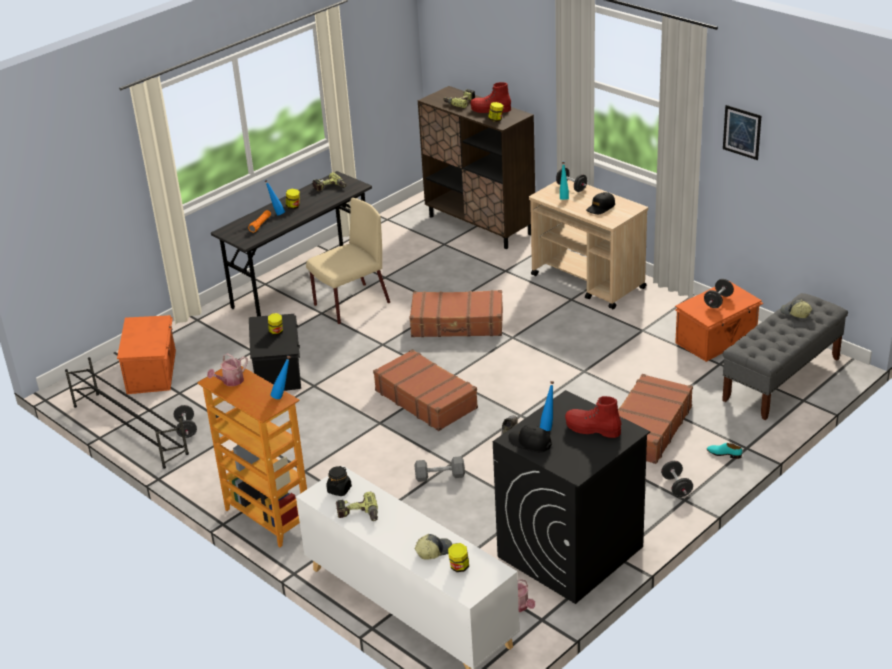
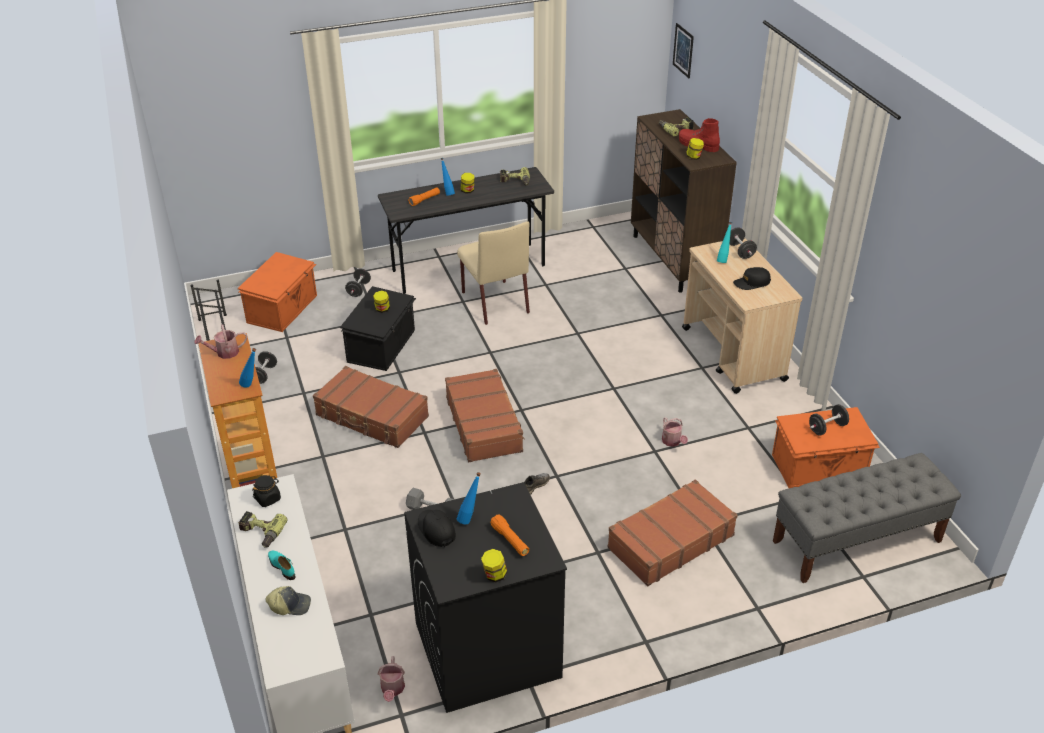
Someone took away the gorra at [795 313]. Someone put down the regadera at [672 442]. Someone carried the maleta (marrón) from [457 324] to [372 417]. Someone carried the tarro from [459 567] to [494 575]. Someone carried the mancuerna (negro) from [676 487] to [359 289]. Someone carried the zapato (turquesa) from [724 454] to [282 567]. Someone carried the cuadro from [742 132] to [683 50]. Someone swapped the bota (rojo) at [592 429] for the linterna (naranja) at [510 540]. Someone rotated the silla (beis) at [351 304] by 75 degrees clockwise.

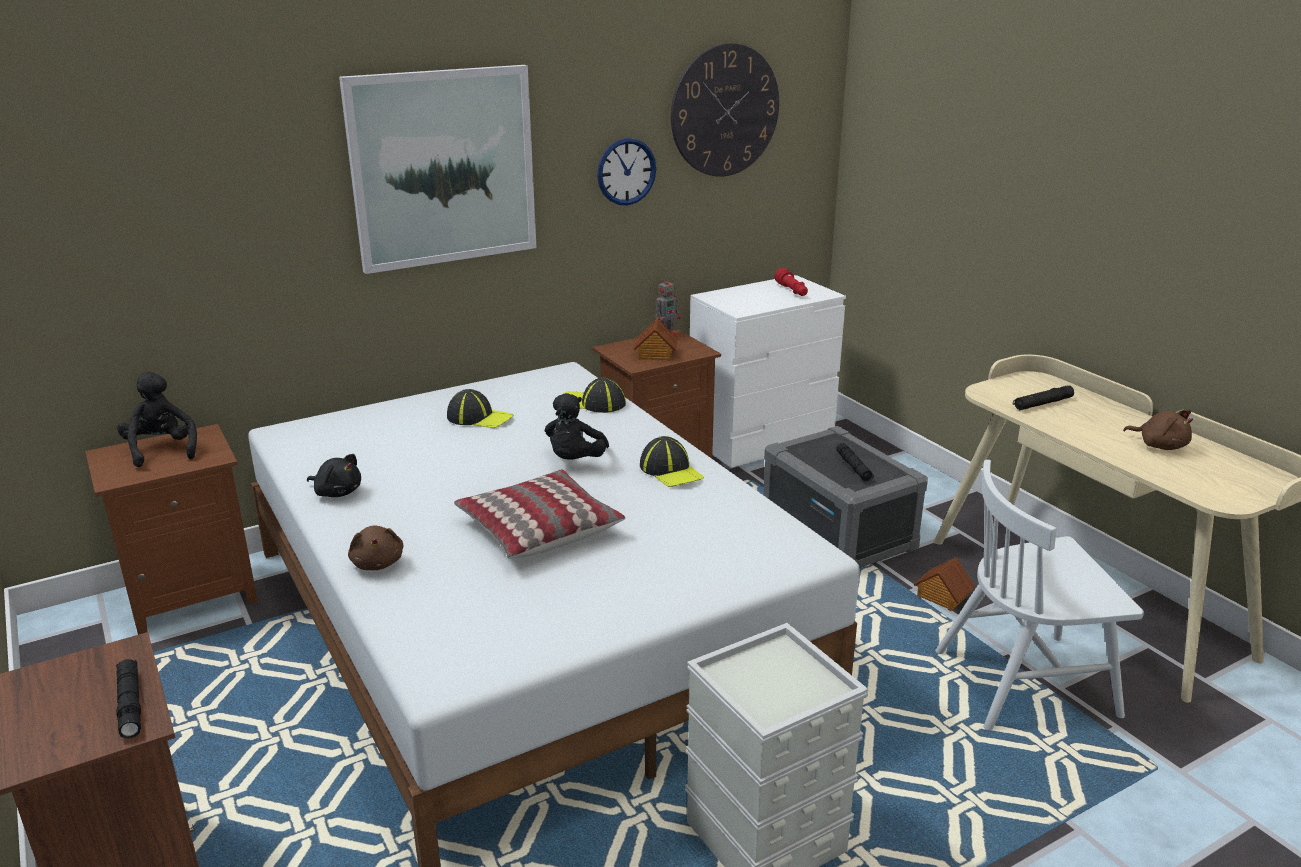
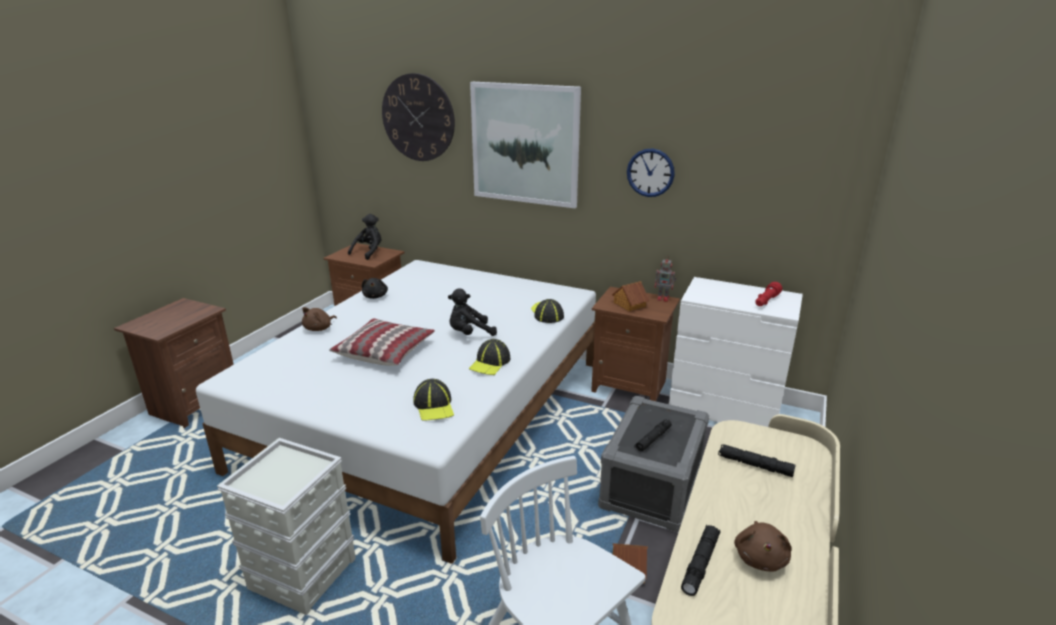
Someone carried the linterna (negro) from [130 704] to [700 563]. Someone carried the gorra from [479 418] to [434 406]. Someone carried the reloj de pared from [725 111] to [418 118].

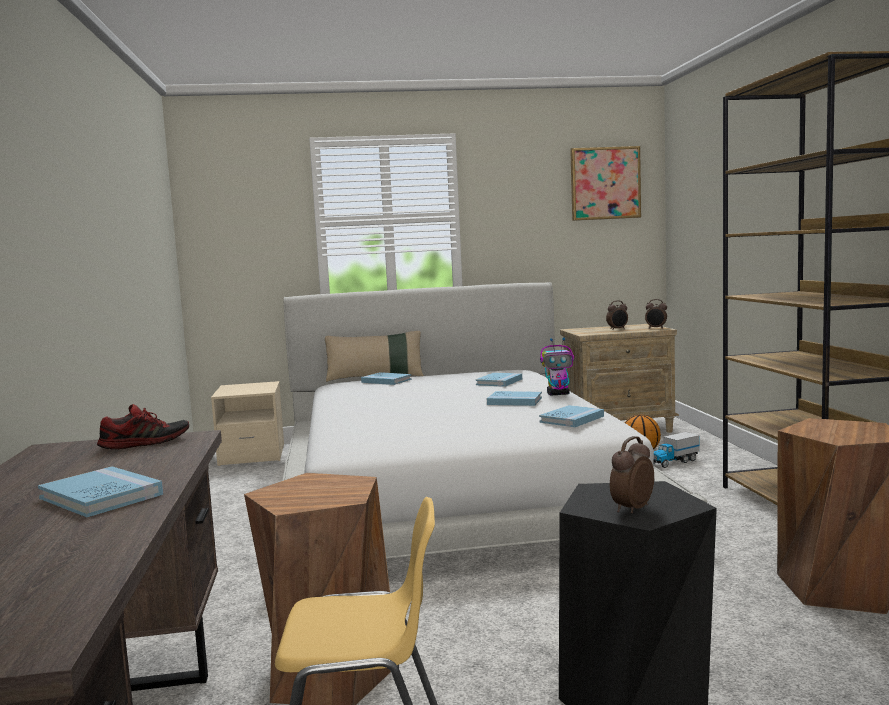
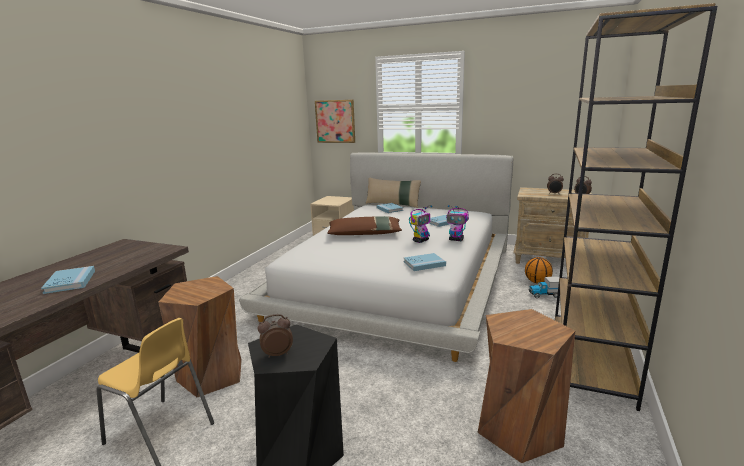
Someone took away the zapato at [145 443]. Someone put down the cojín (marrón) at [365 234]. Someone carried the cuadro from [605 183] to [335 121]. Someone swapped the libro (azul) at [514 401] for the robot de juguete at [421 241].

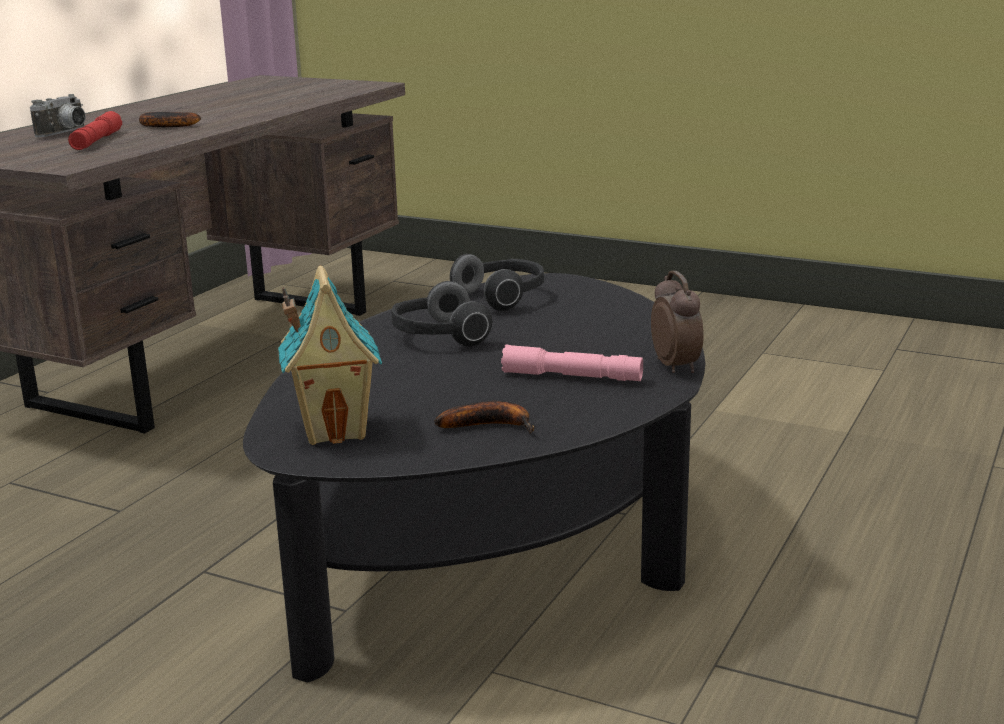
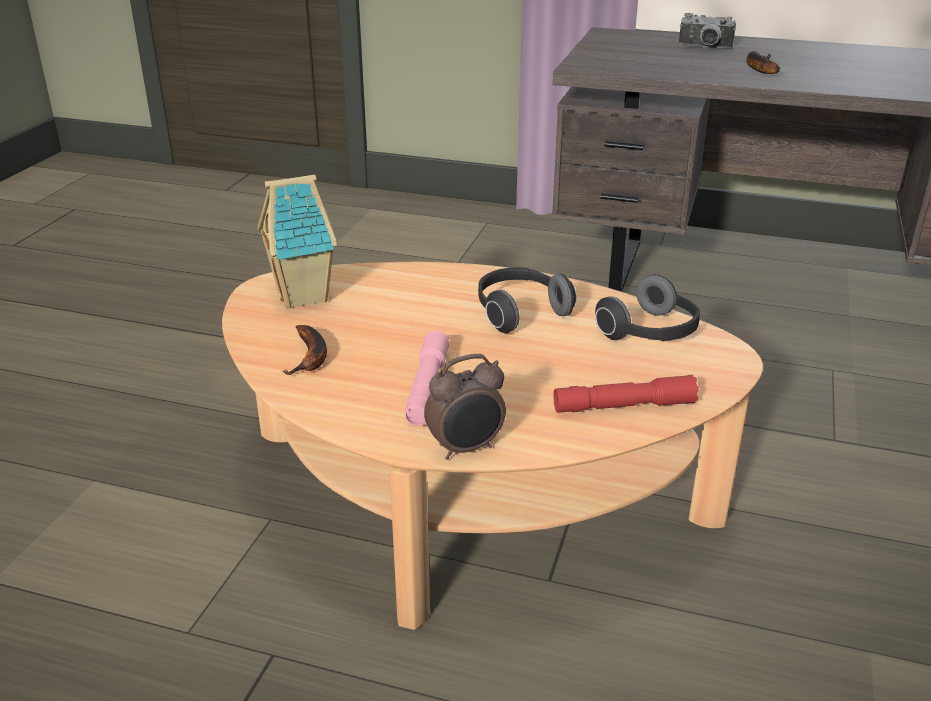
Someone carried the linterna (rojo) from [96 141] to [624 406]. Someone repainted the mesa de centro (negro) at [496 544], which became the mesa de centro (beis) at [468 499].

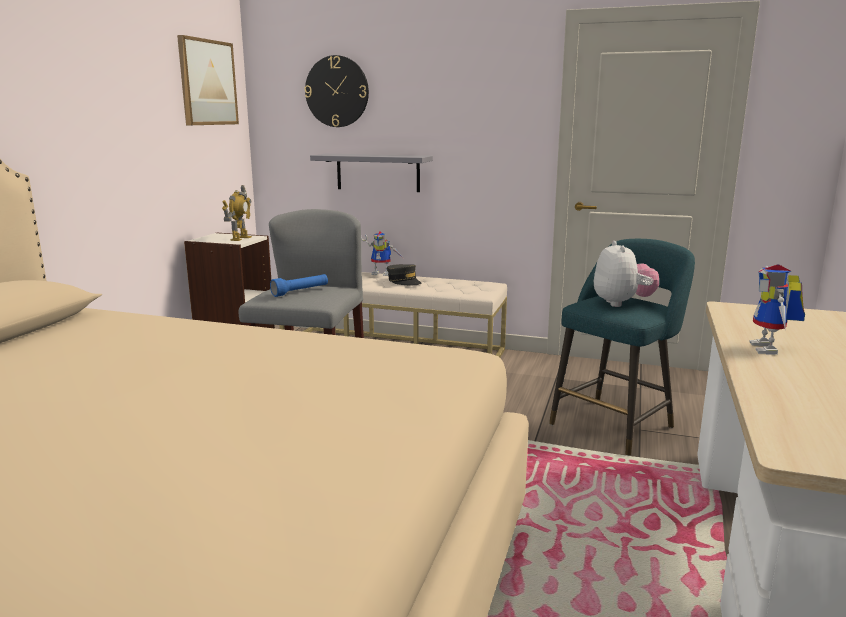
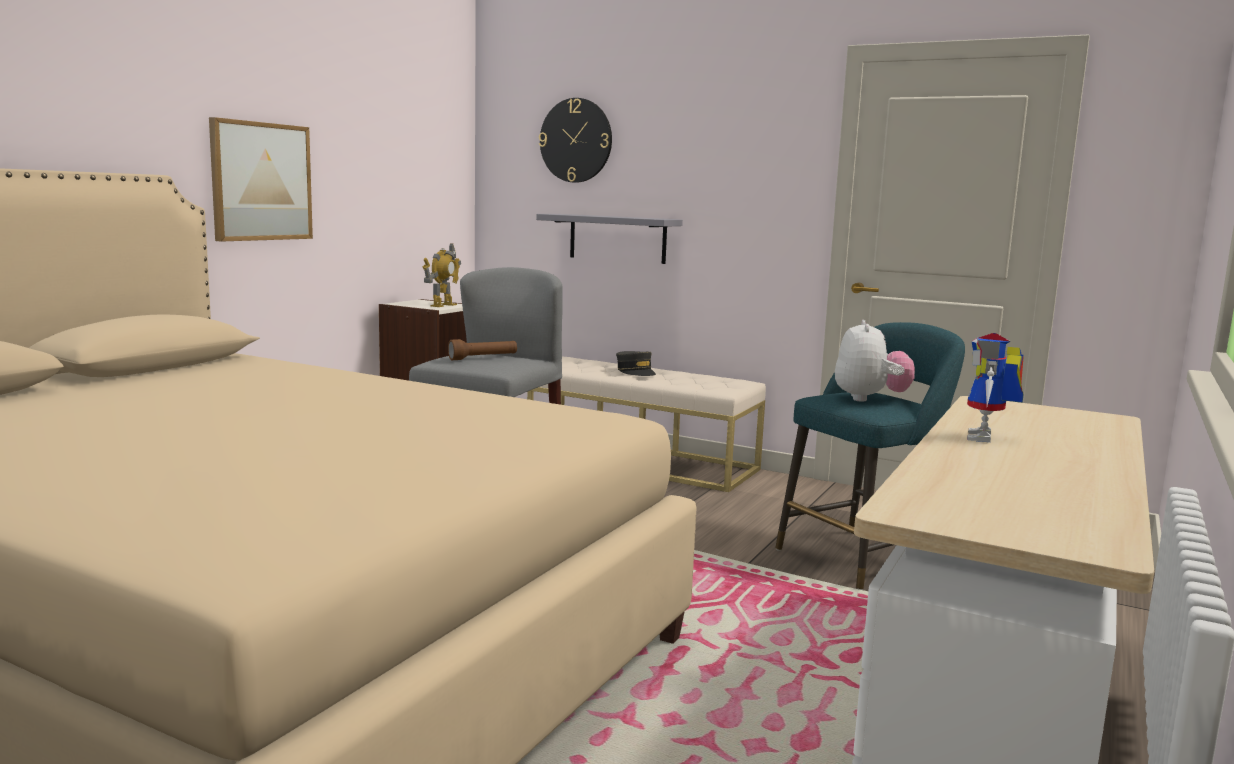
Someone took away the robot de juguete at [383 273]. Someone carried the cuadro from [207 82] to [261 181]. Someone repainted the linterna (azul) at [300 292], which became the linterna (marrón) at [483 358].

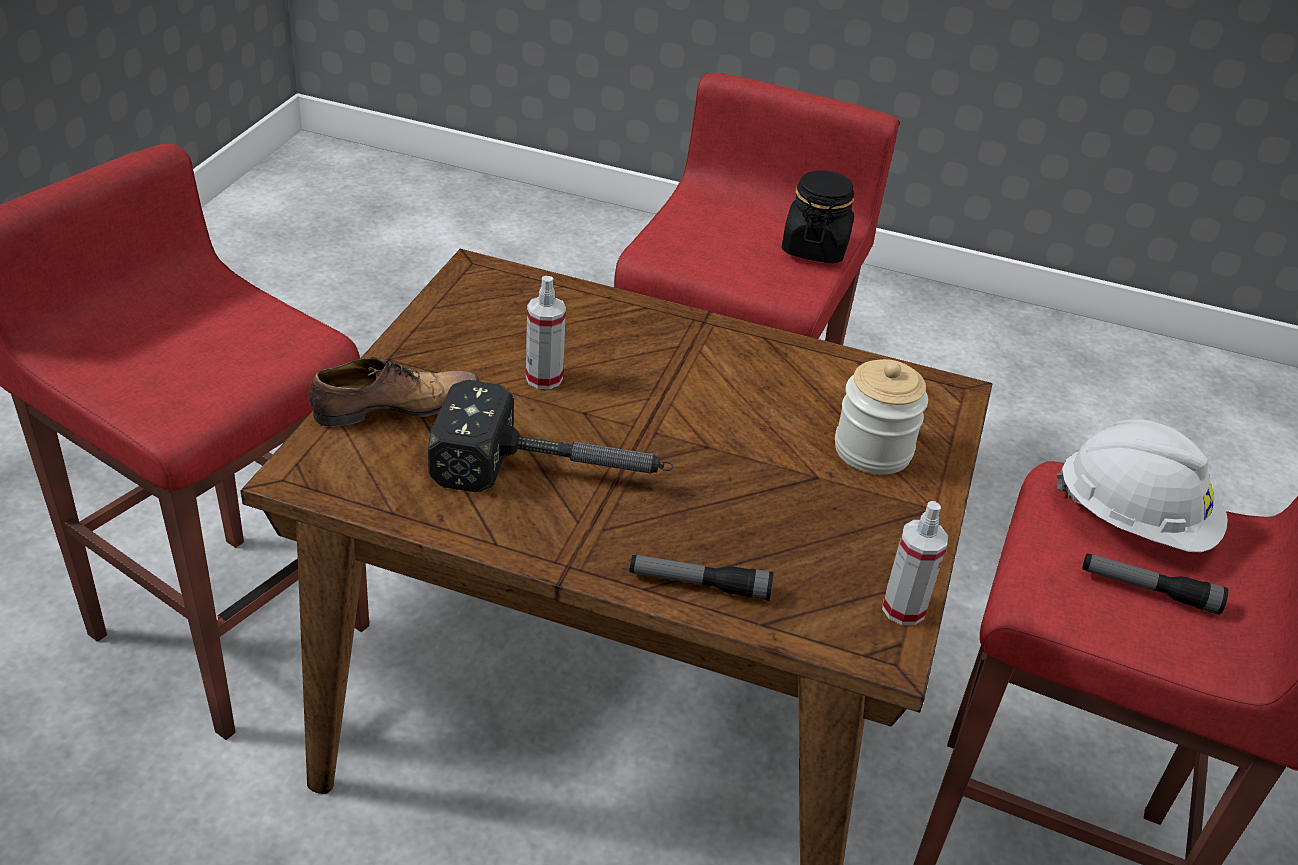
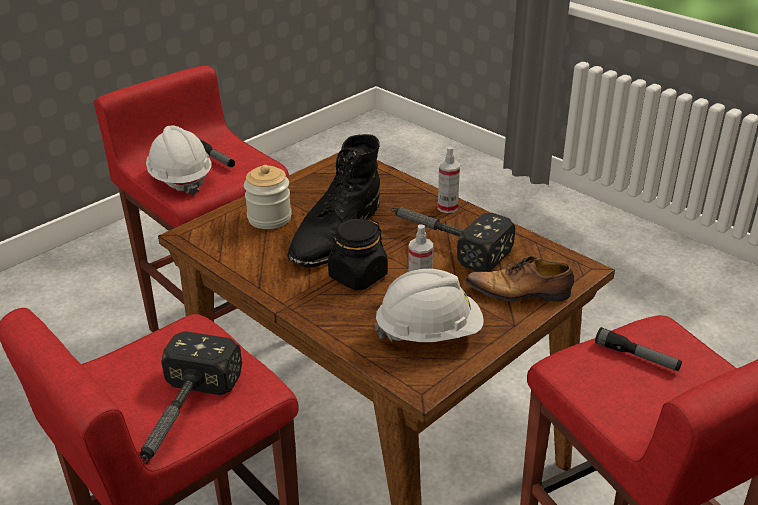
Someone put down the martillo at [181 418]. Someone put down the bota (negro) at [334 234]. Someone put down the casco (blanco) at [429 333]. Someone carried the linterna from [699 585] to [636 356]. Someone carried the tarro (negro) from [814 248] to [358 276]. Someone carried the pulverizador from [903 609] to [447 207].

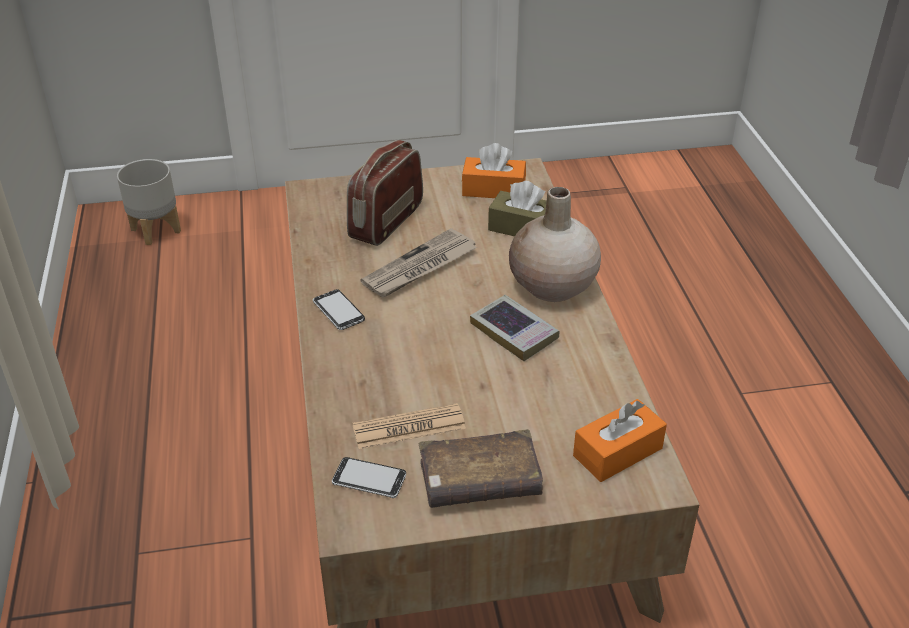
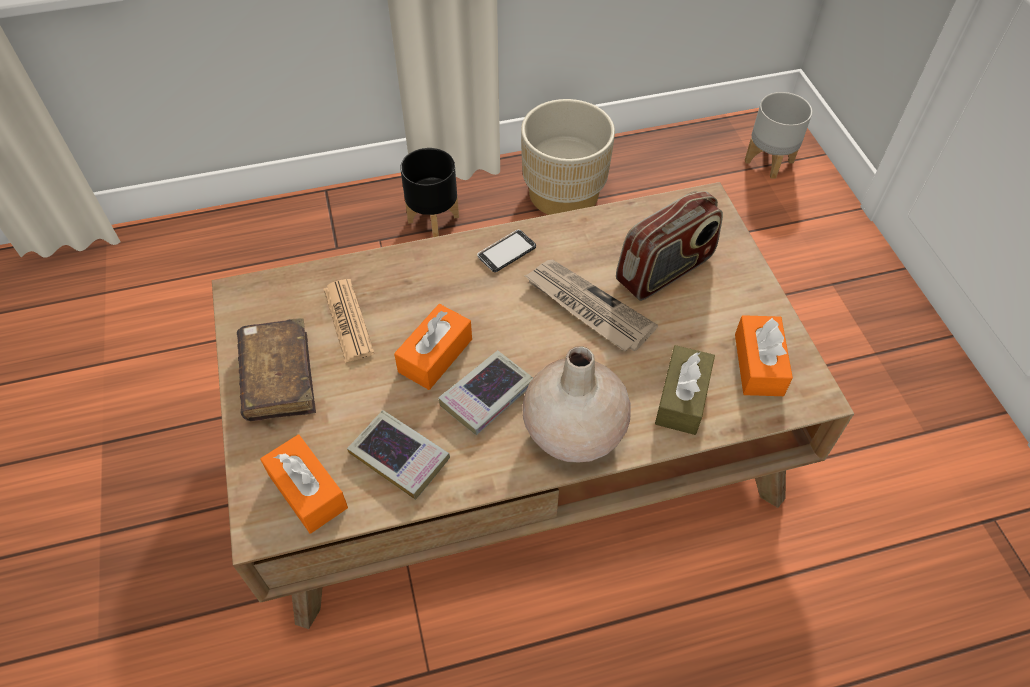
Someone took away the móvil at [369 479]. Someone put down the libro at [399 457]. Someone put down the caja de pañuelos (naranja) at [435 355]. Someone put down the maceta (negro) at [434 218]. Someone put down the maceta (beis) at [563 193]. Someone rotated the radio at [385 221] by 120 degrees clockwise.

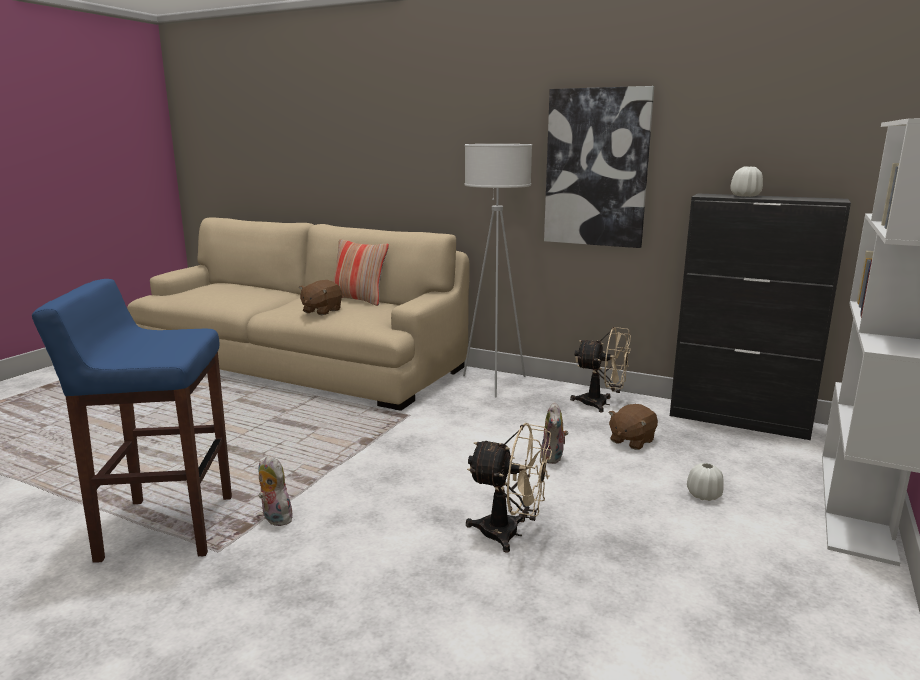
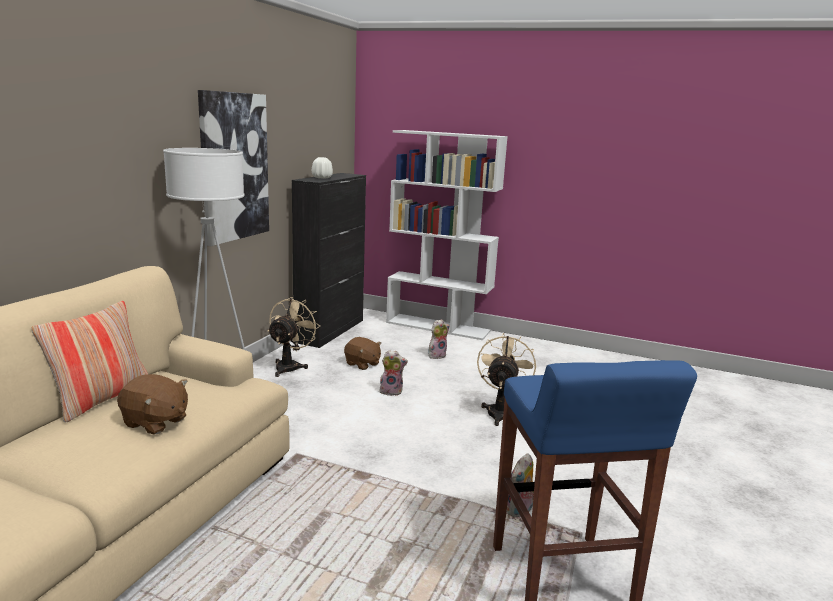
Someone swapped the florero (blanco) at [703 495] for the peluche at [437 355].

